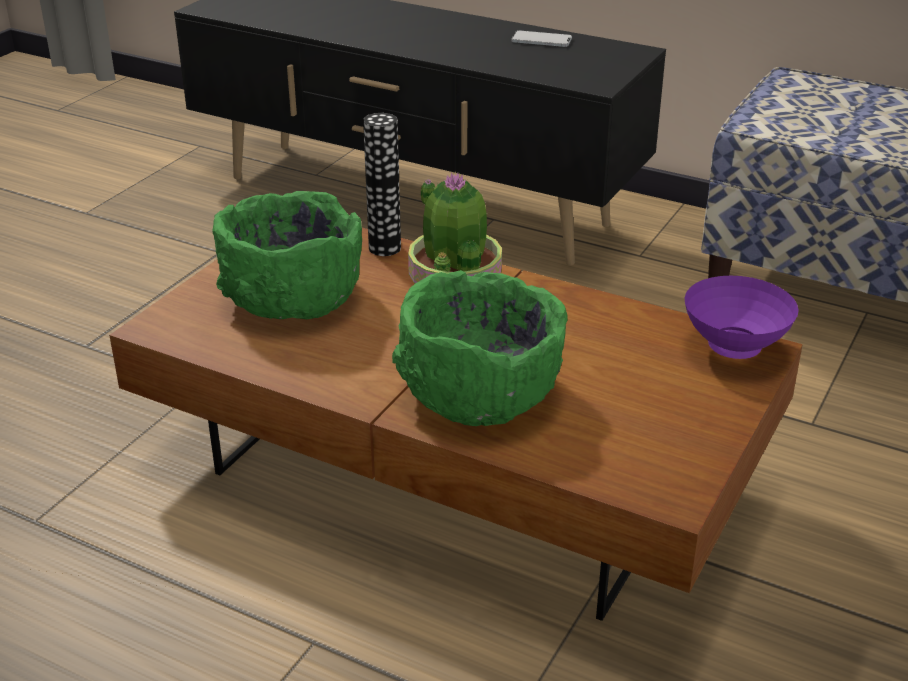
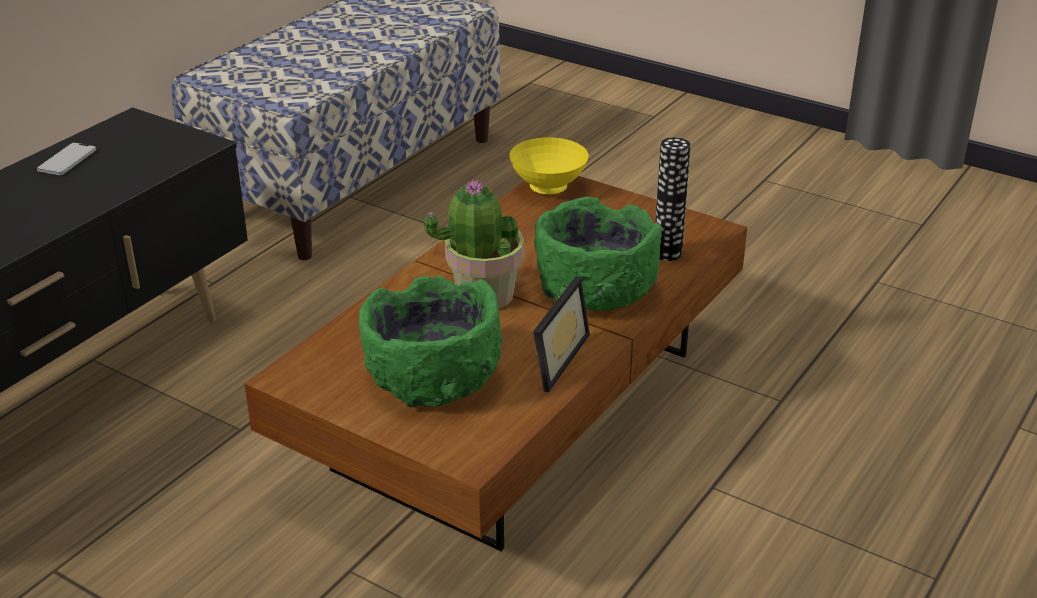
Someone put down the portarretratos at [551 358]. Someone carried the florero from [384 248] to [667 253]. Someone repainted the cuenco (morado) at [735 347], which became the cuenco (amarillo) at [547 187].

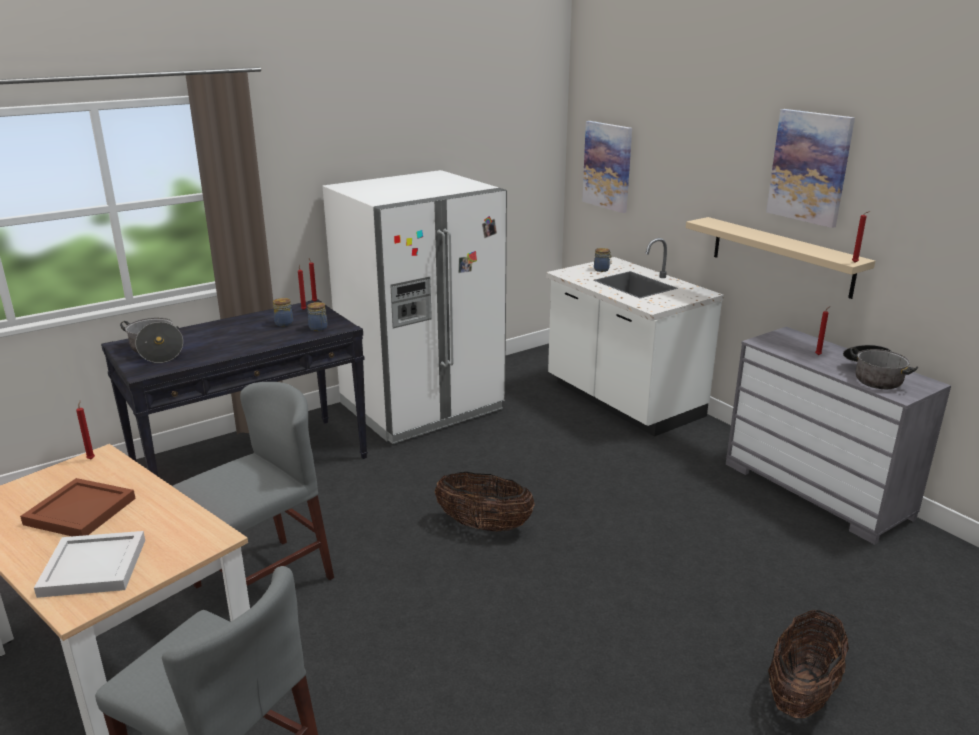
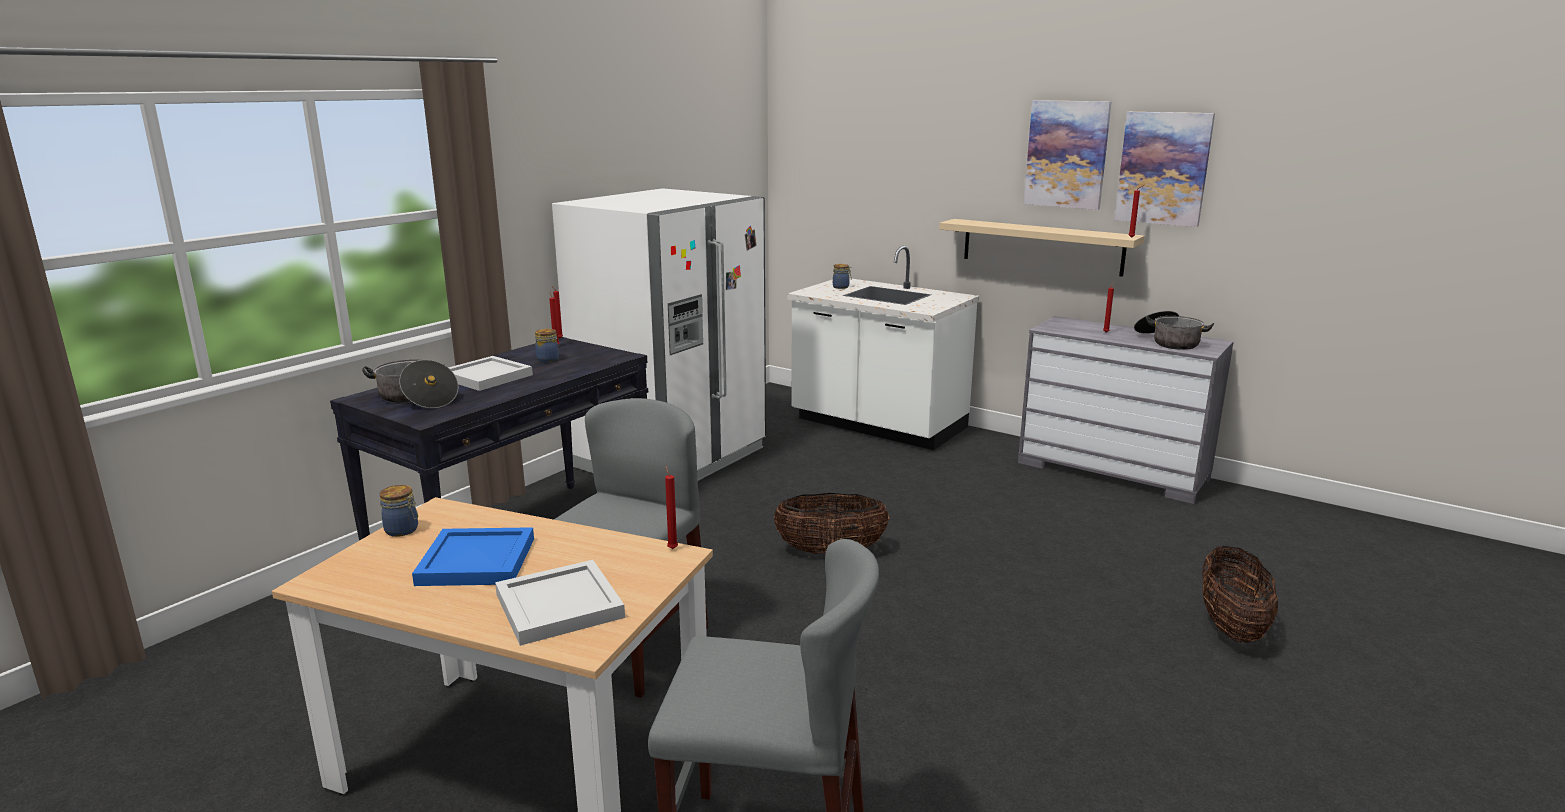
Someone put down the bandeja (blanco) at [488 376]. Someone carried the vela (rojo) from [91 458] to [672 548]. Someone carried the tarro from [319 328] to [403 530]. Someone carried the cuadro from [607 166] to [1163 168]. Someone repainted the bandeja (marrón) at [80 512], which became the bandeja (azul) at [478 562].

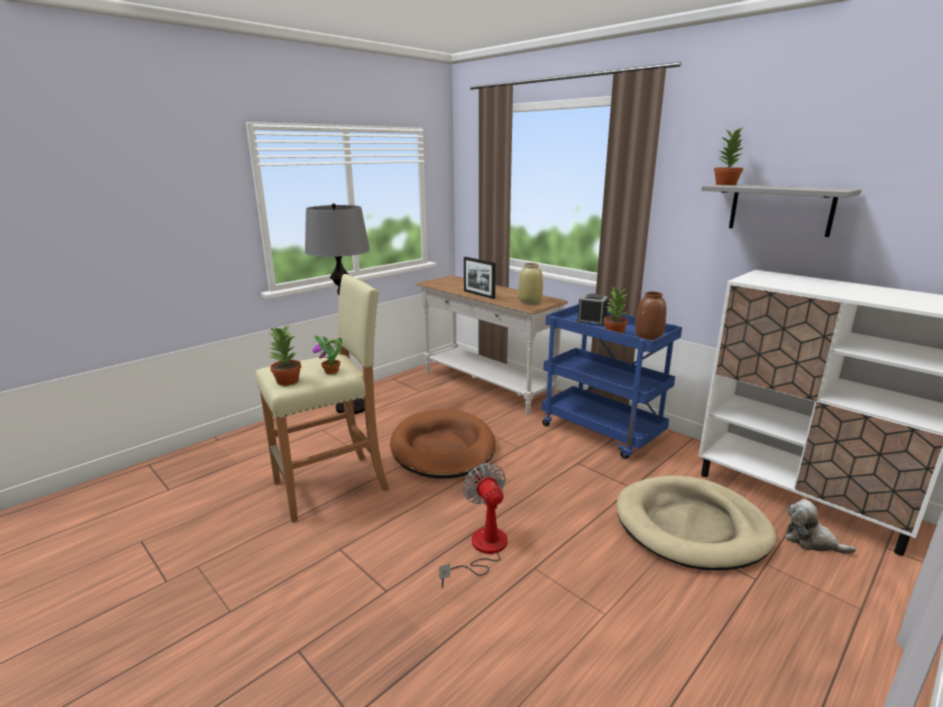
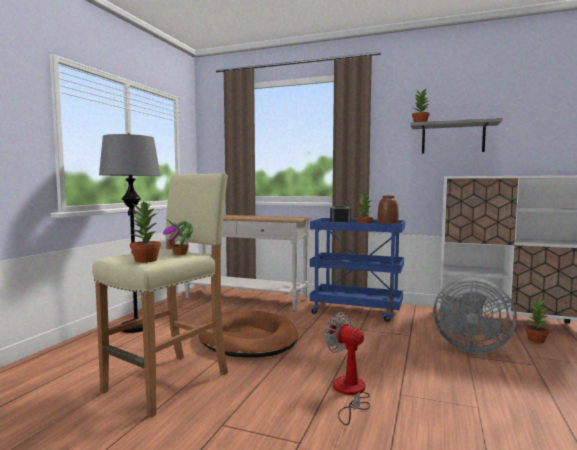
Someone took away the portarretratos at [479 294]. Someone took away the florero (beis) at [530 302]. Someone swapped the cama para perro (beis) at [691 526] for the ventilador (gris) at [468 347]. Someone swapped the peluche at [811 541] for the planta en maceta at [536 340].

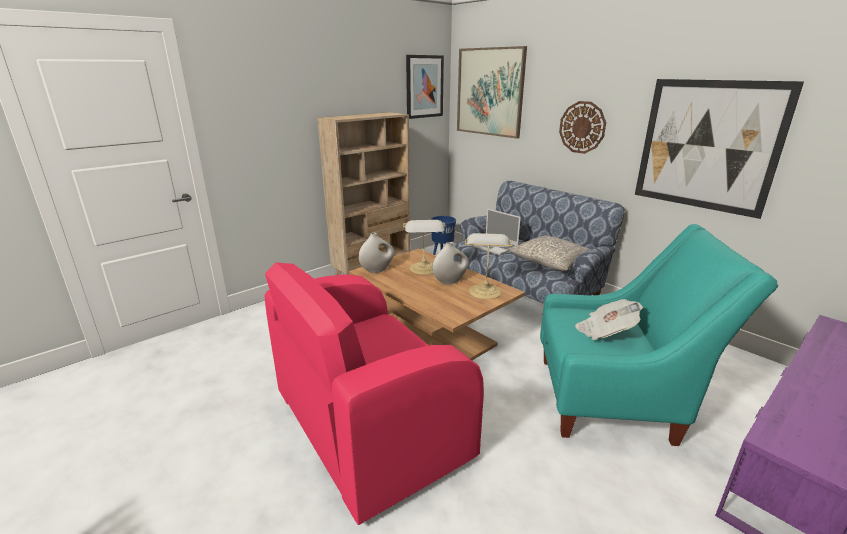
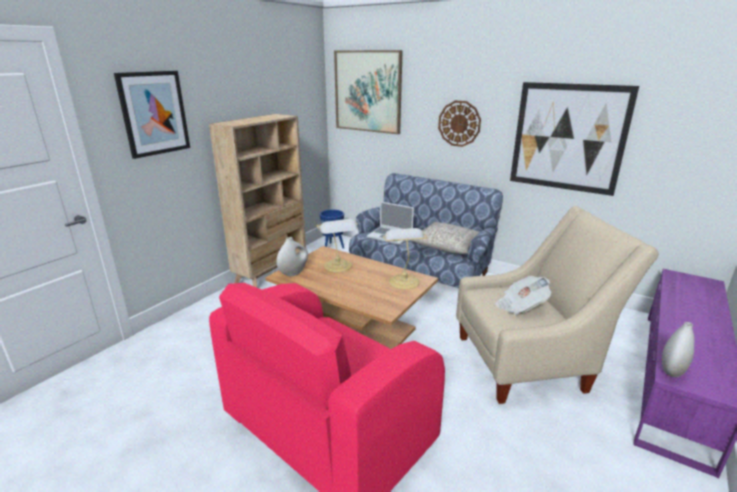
Someone carried the cuadro from [424 86] to [154 113]. Someone carried the florero (blanco) from [450 281] to [672 370]. Someone repainted the sillón (turquesa) at [615 399], which became the sillón (beis) at [529 362].

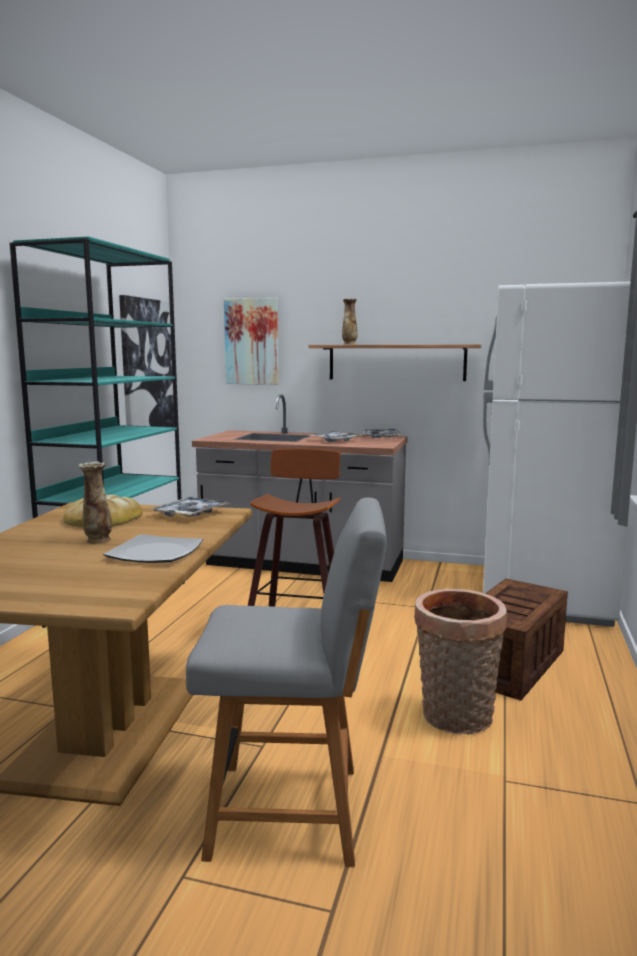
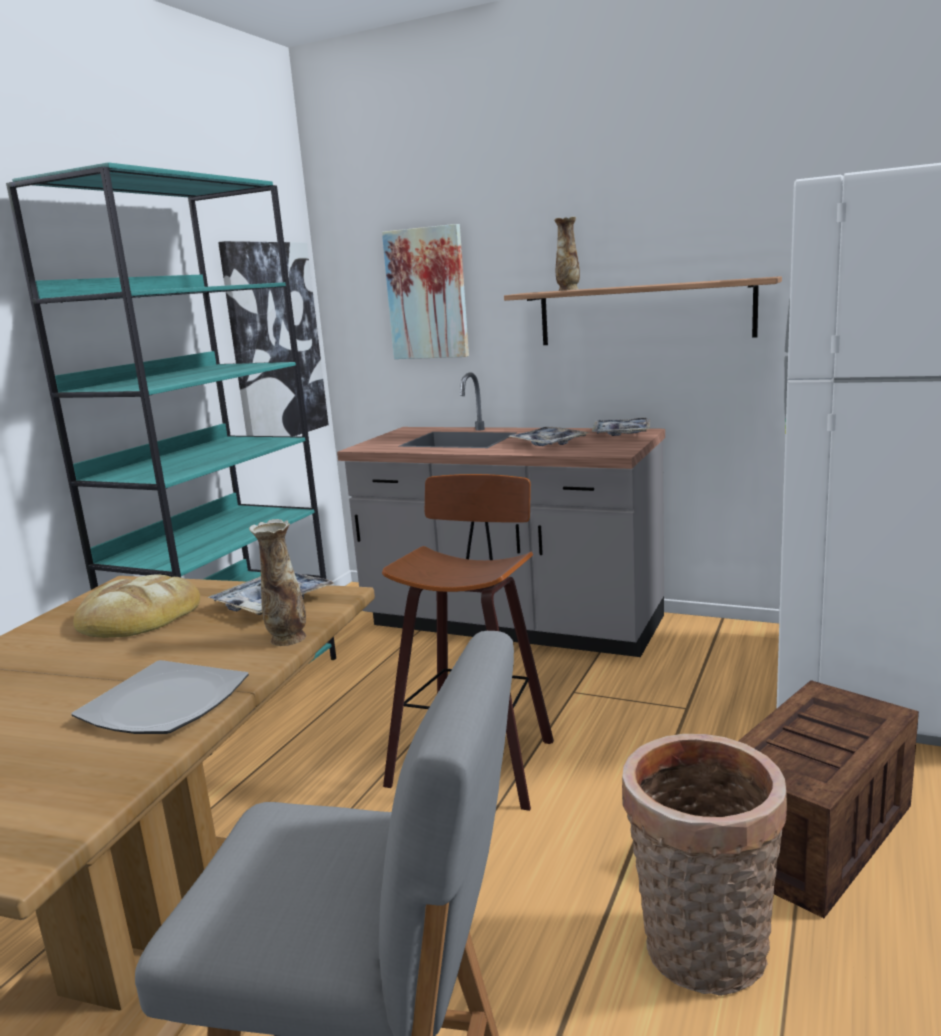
Someone carried the florero from [98 541] to [287 639].

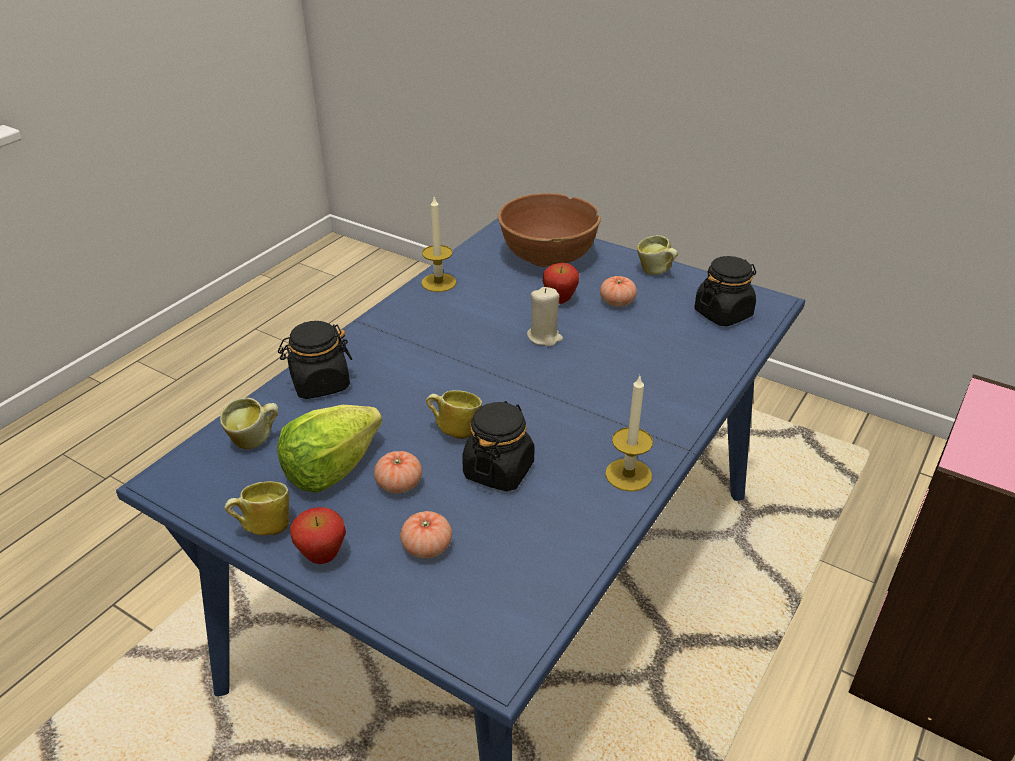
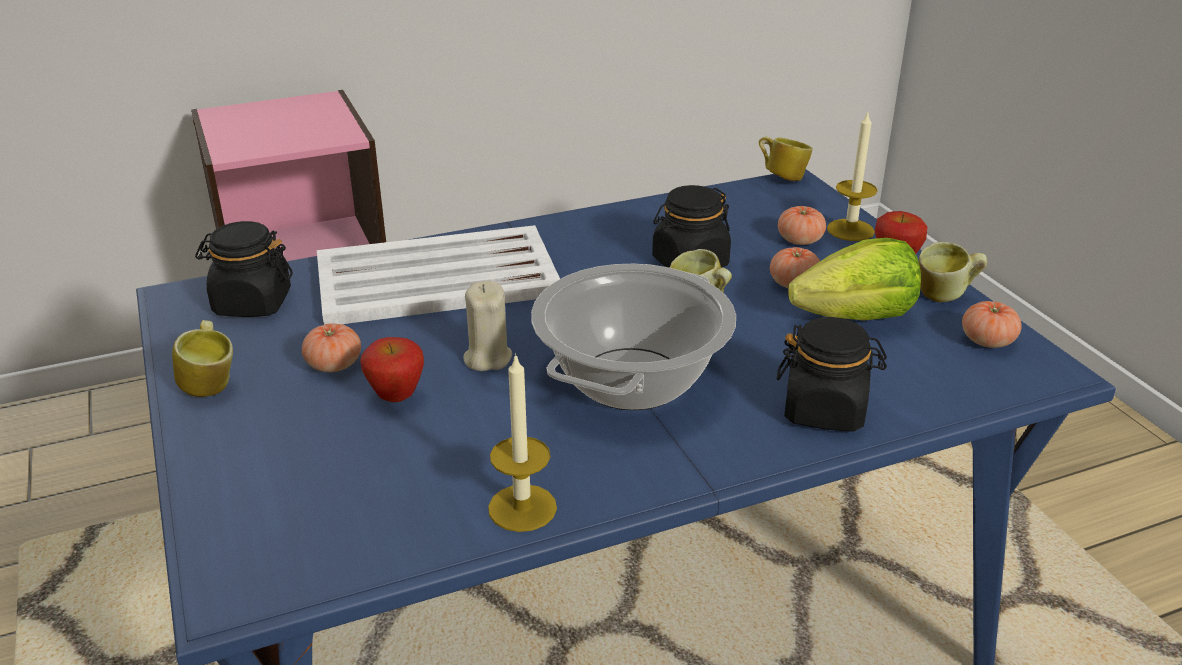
Someone took away the cuenco (marrón) at [547 256]. Someone put down the bandeja (blanco) at [434 278]. Someone put down the olla at [632 380]. Someone put down the tomate at [987 341]. Someone carried the taza grande from [255 441] to [781 178]. Someone carried the vela from [628 475] to [850 230].

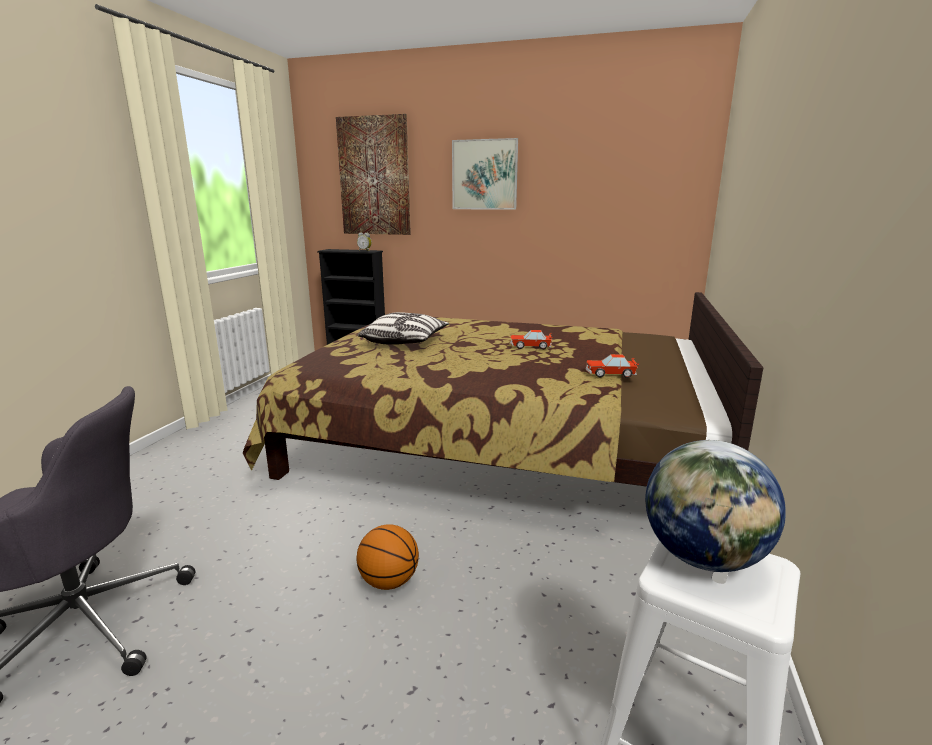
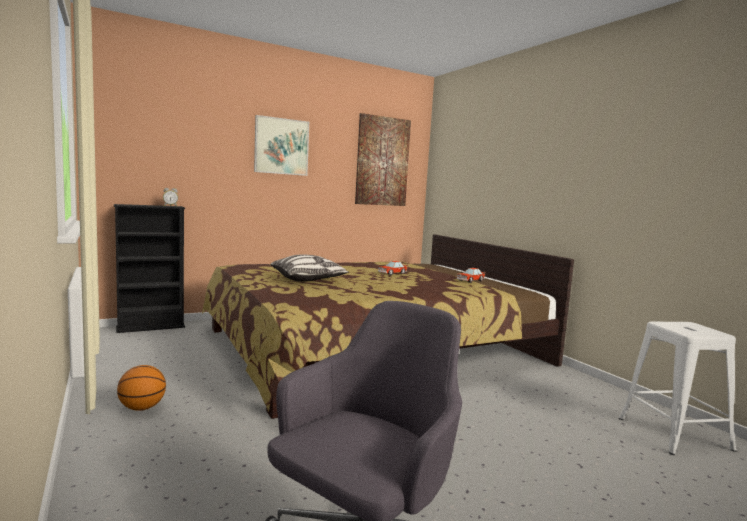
Someone took away the globo terráqueo at [703 558]. Someone carried the cuadro from [374 176] to [382 161]. Someone carried the balón de baloncesto from [389 581] to [142 408].

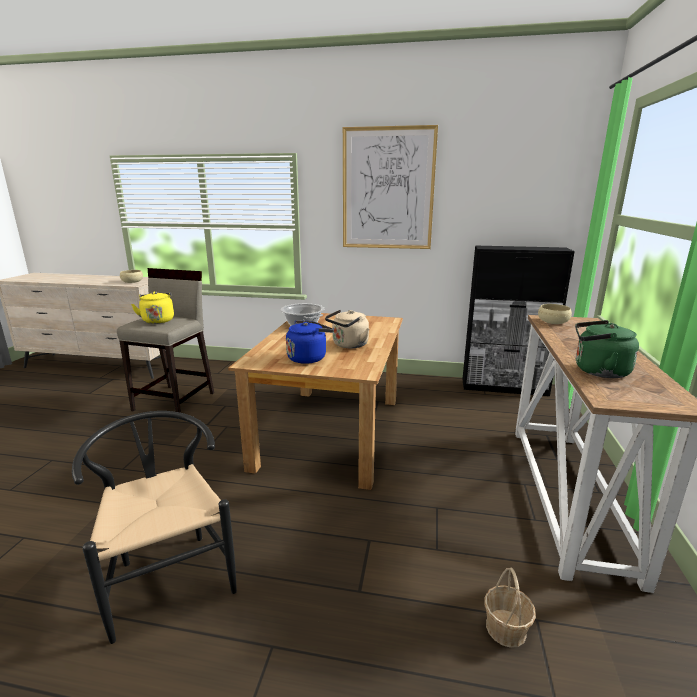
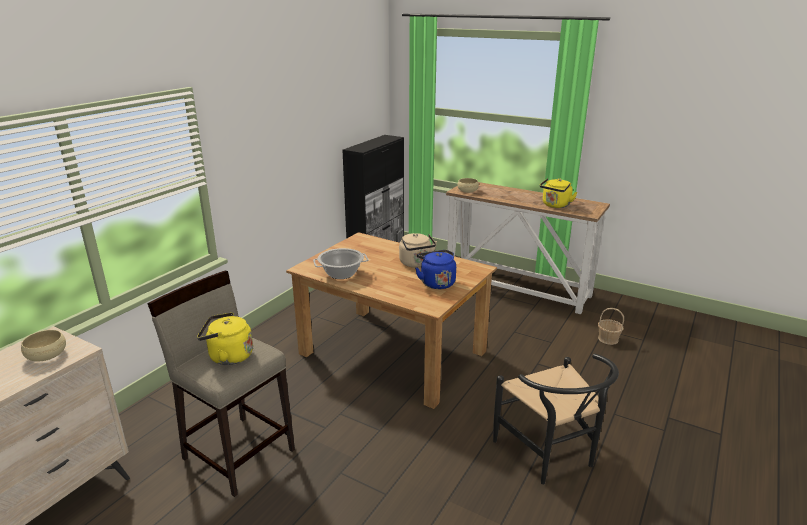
Someone took away the cuadro at [388 189]. Someone repainted the hervidor (verde) at [597 371], which became the hervidor (amarillo) at [555 205]. Someone rotated the silla (negro) at [169 574] by 105 degrees counterclockwise.

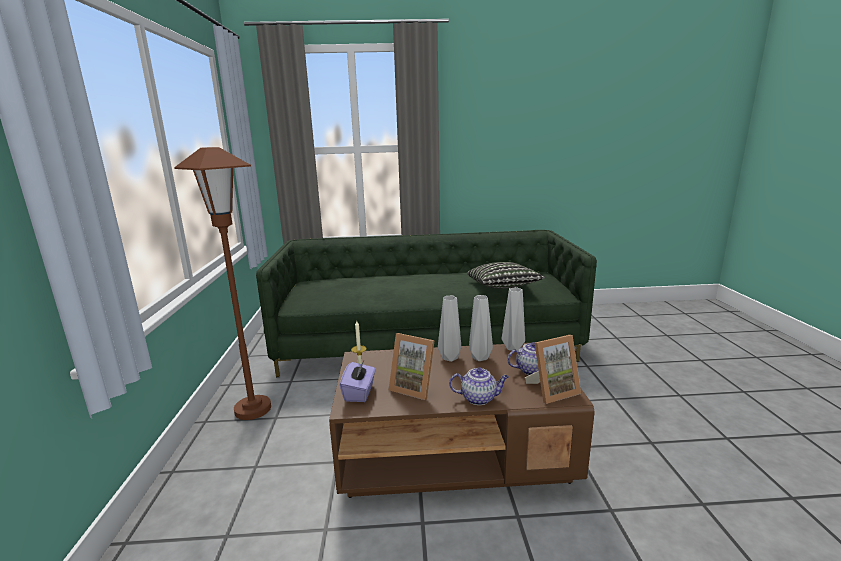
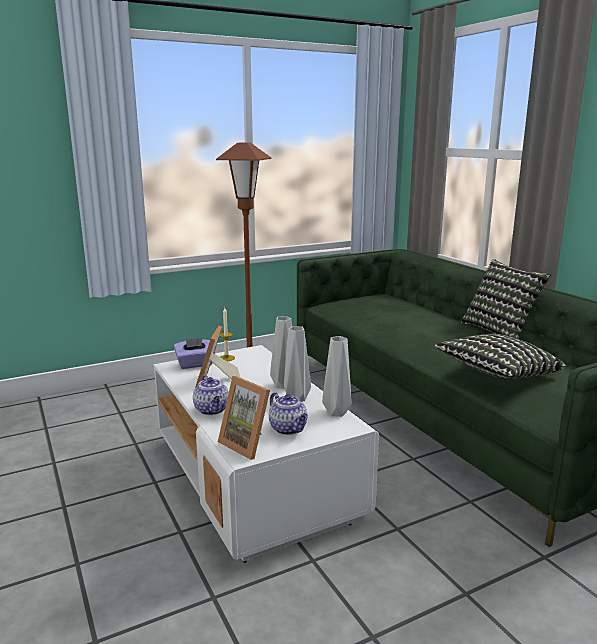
Someone put down the cojín at [500 331]. Someone repainted the mesa de centro (marrón) at [454 451], which became the mesa de centro (blanco) at [254 478].

